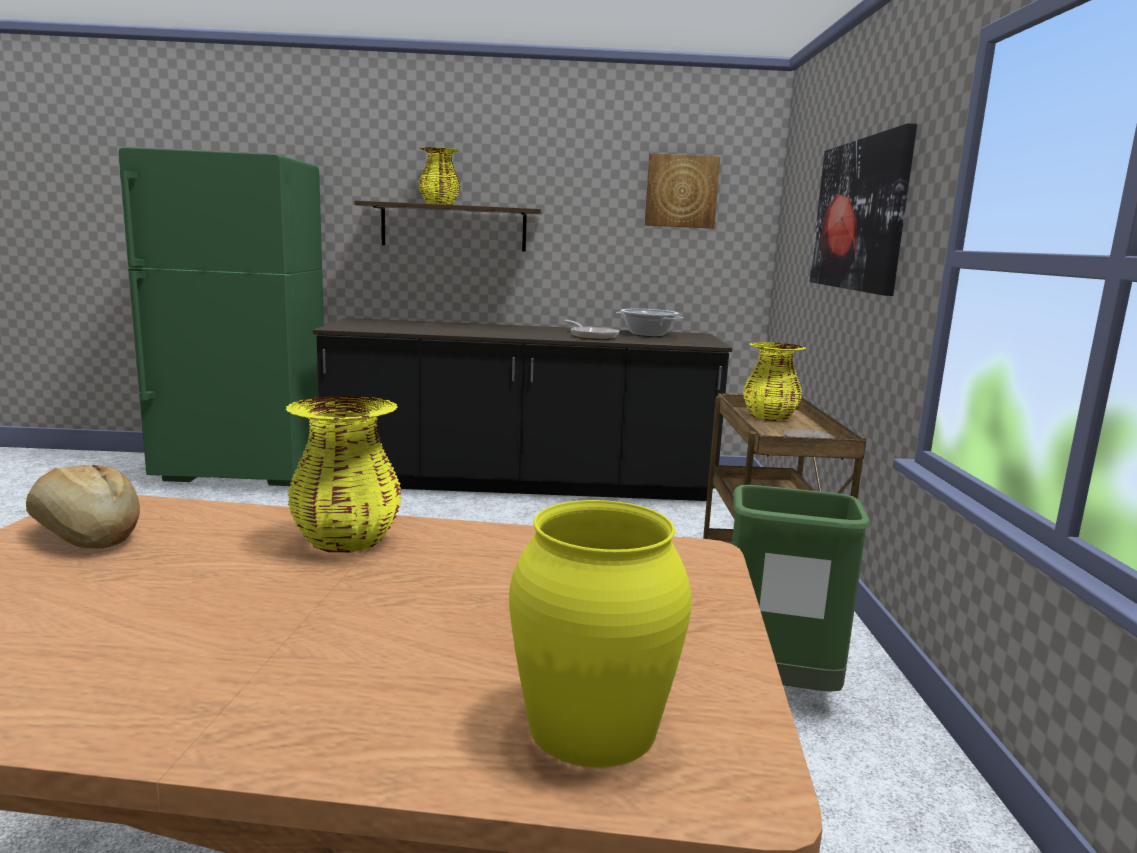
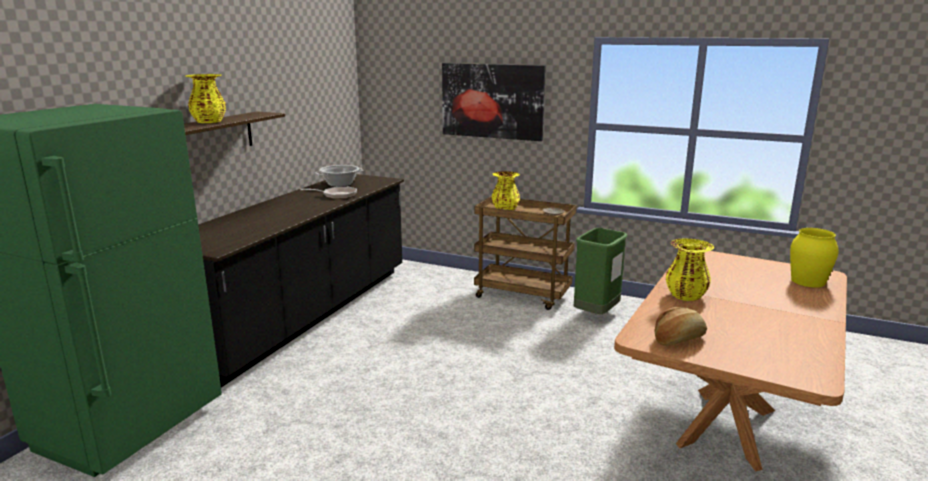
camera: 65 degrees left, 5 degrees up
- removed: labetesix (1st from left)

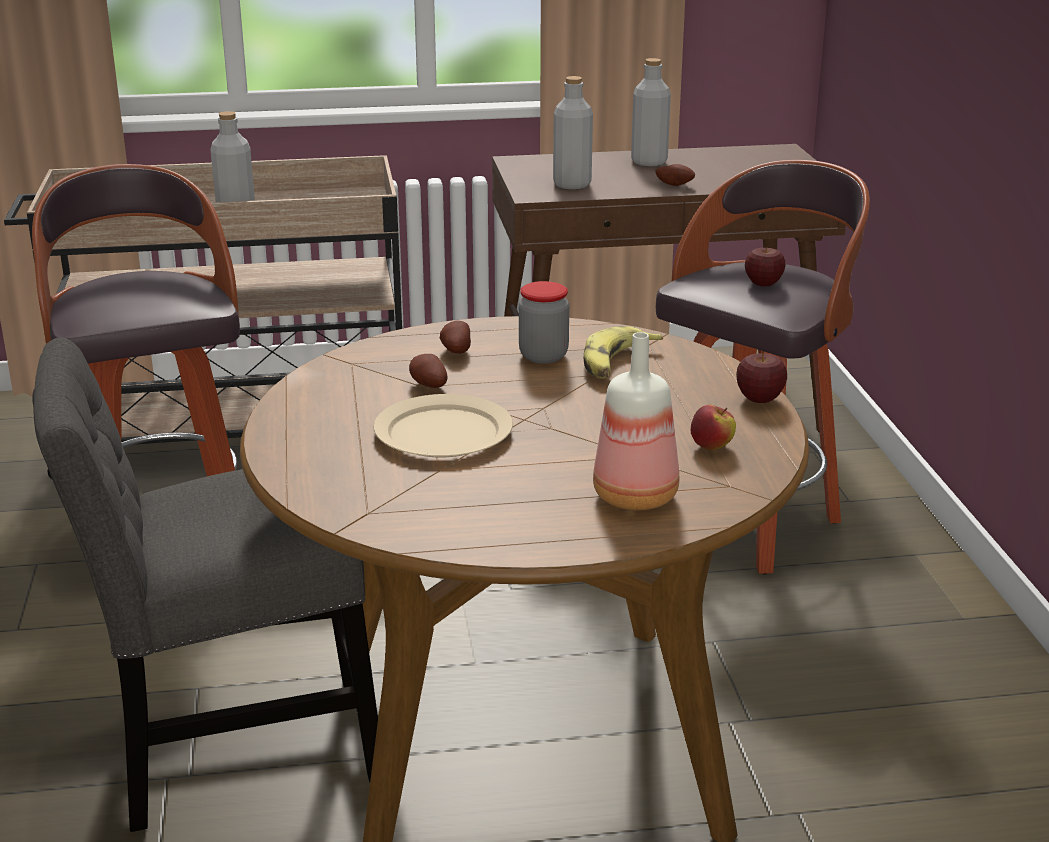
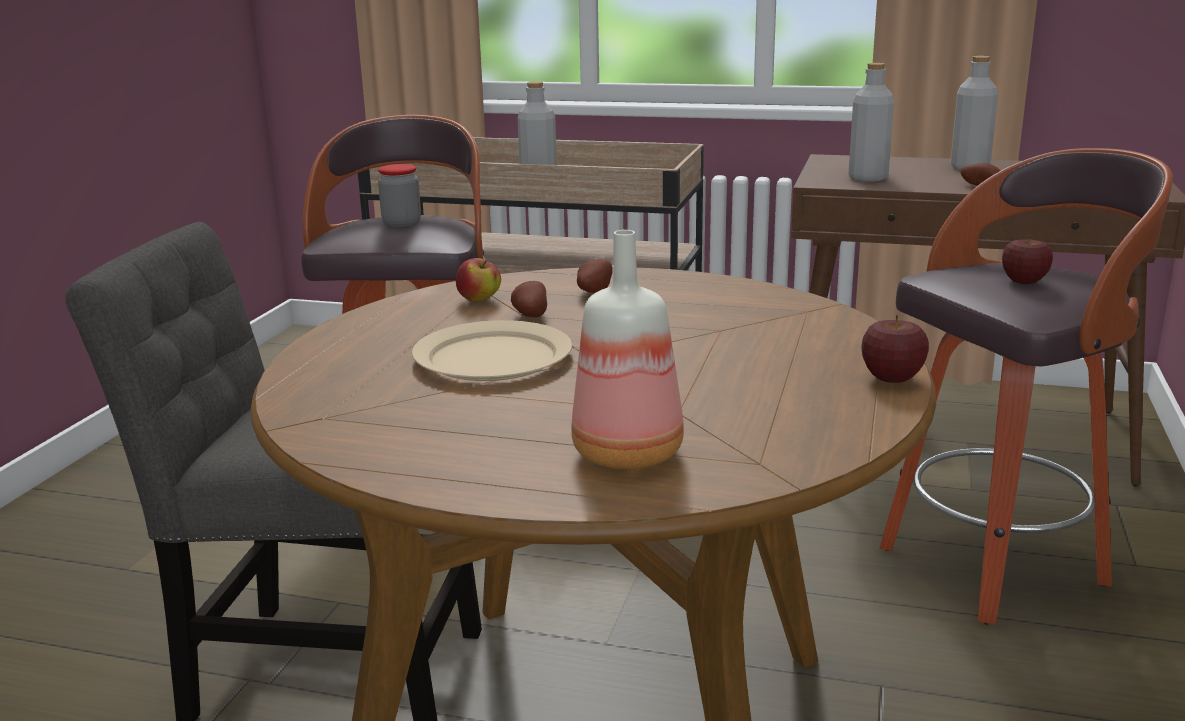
camera: 25 degrees right, 5 degrees down
- moved: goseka
- removed: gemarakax
- moved: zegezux (1st from left)

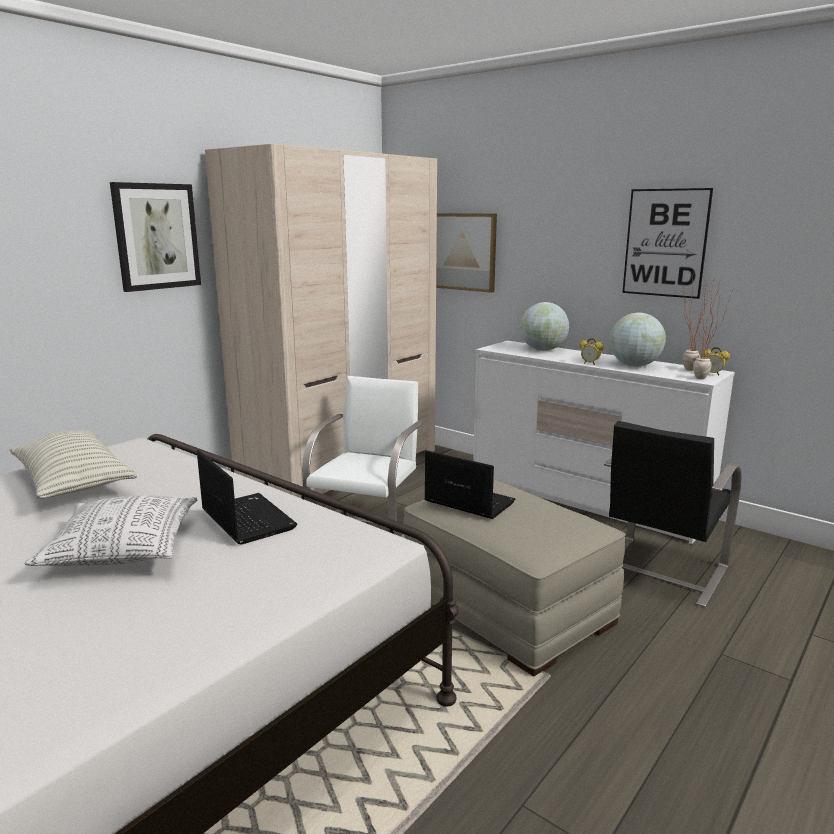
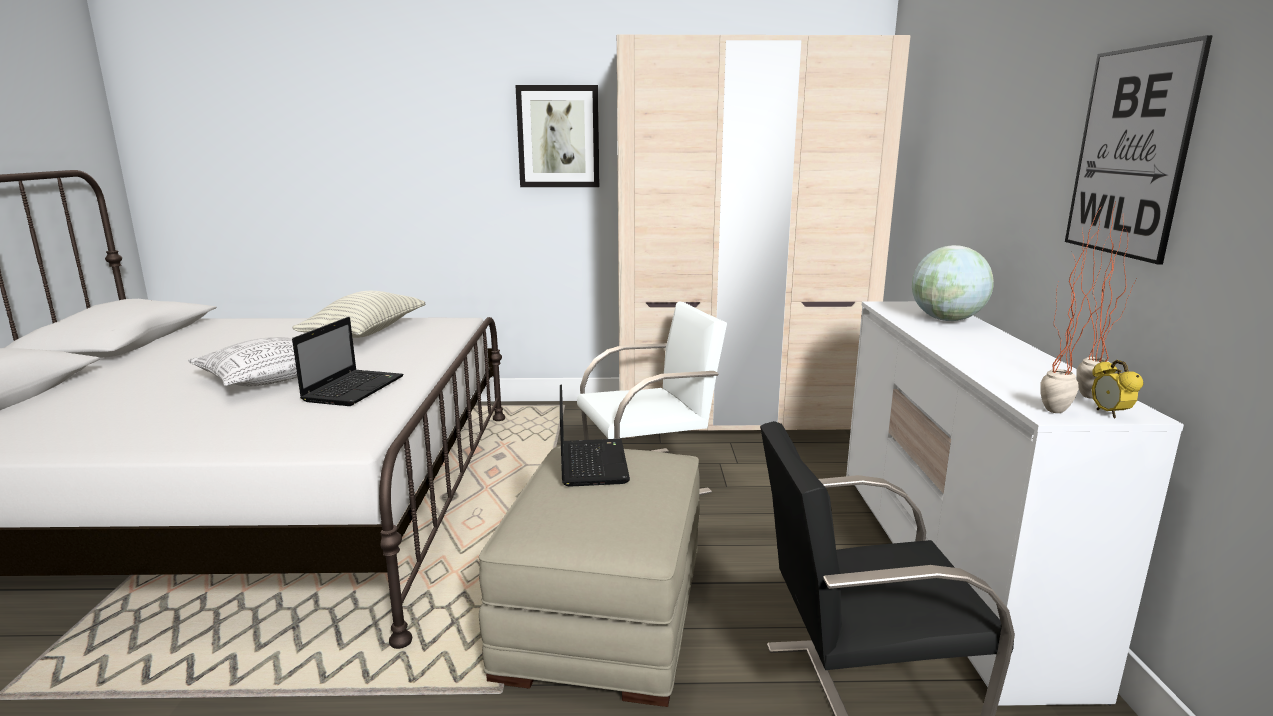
camera: 50 degrees right, 0 degrees up
- removed: labetesix (2nd from left)
- removed: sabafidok (2nd from left)
- removed: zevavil (1st from left)

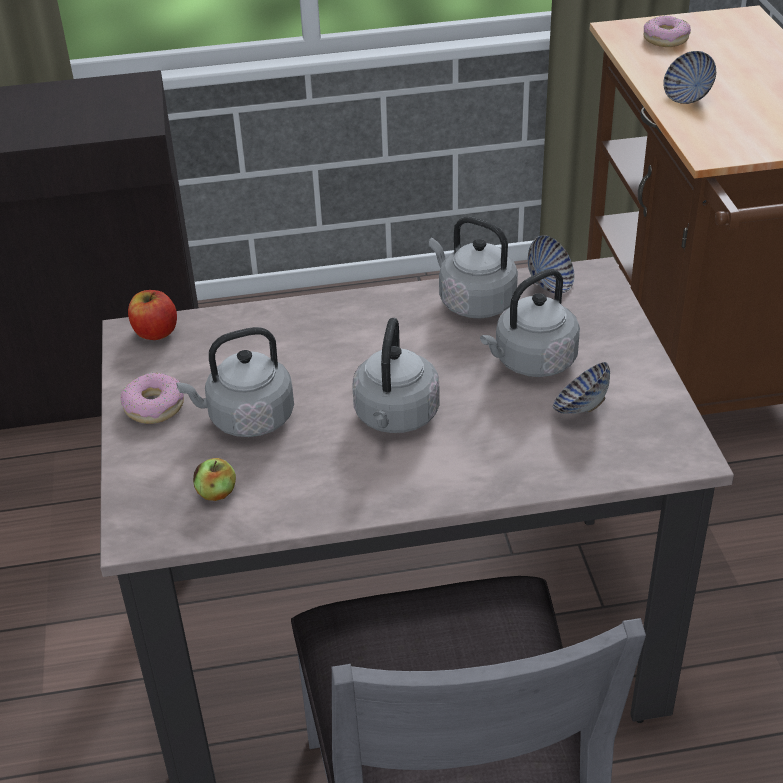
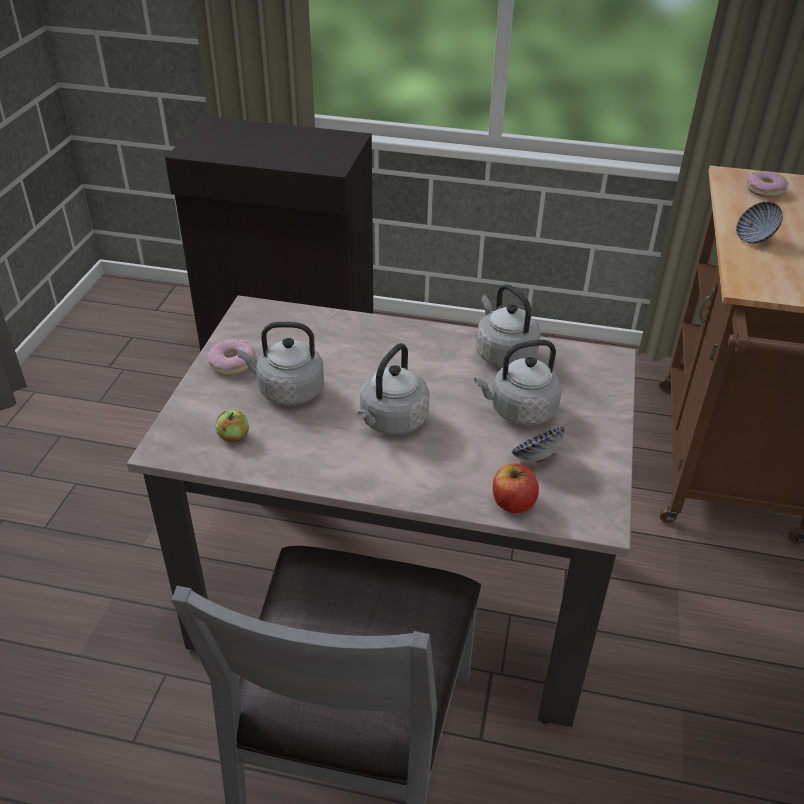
camera: 20 degrees right, 0 degrees up
- removed: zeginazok (1st from left)
- moved: zegezux (1st from left in the first image) to zegezux (2nd from left)

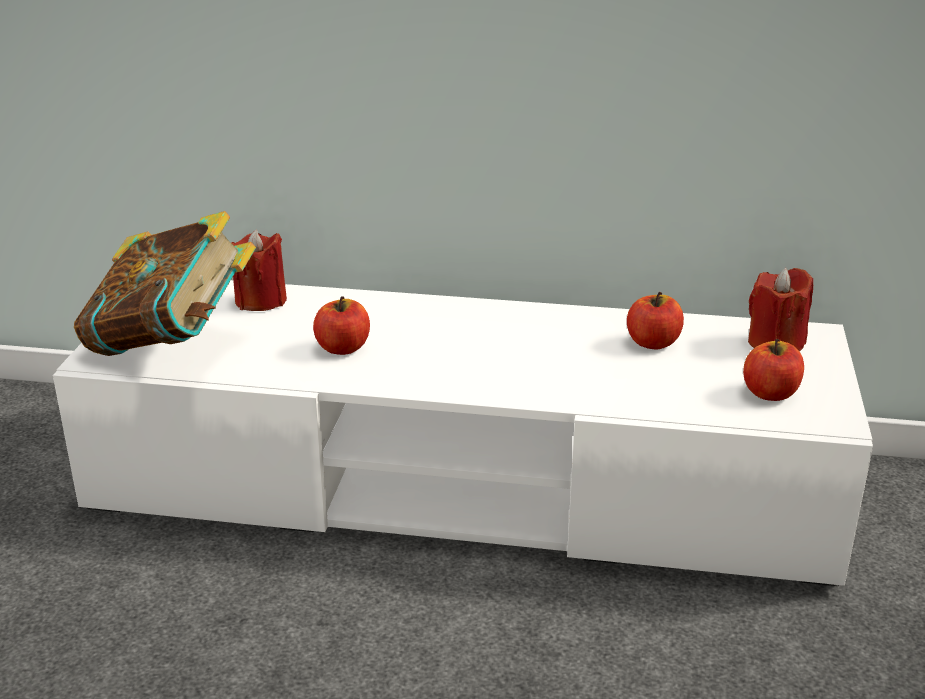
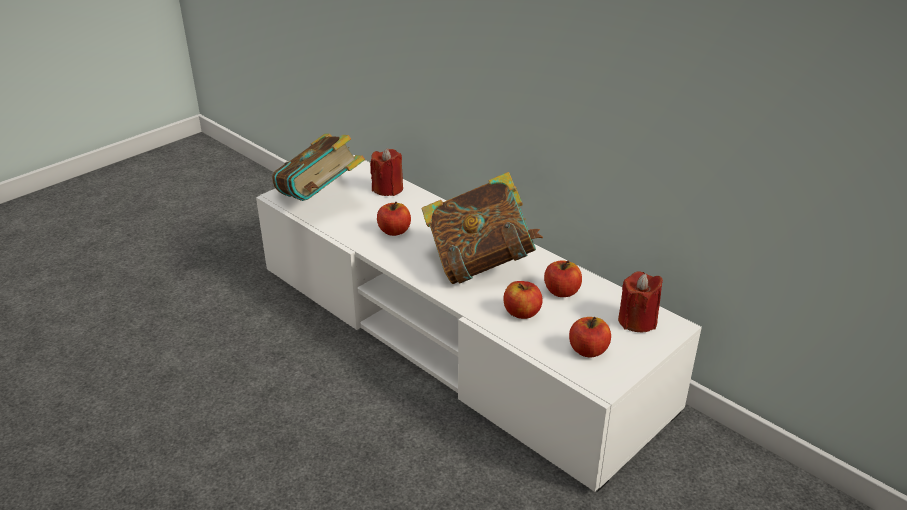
camera: 35 degrees right, 5 degrees up
- added: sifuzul (2nd from left)
- added: zegezux (2nd from left)

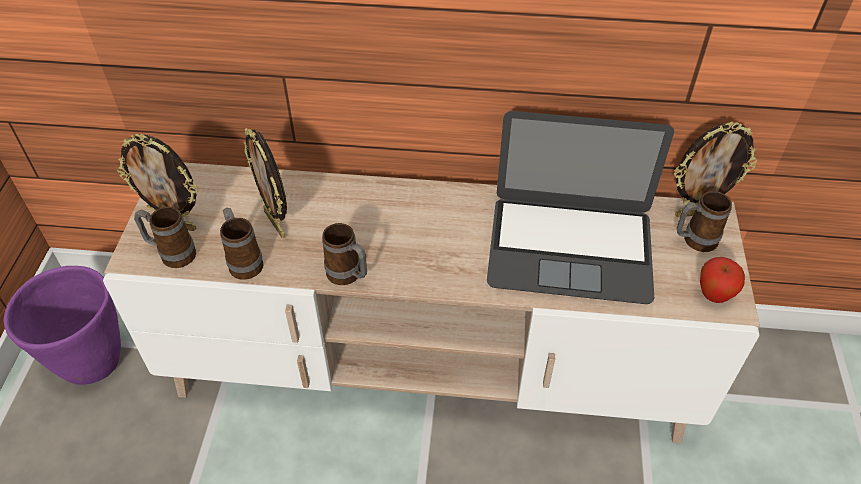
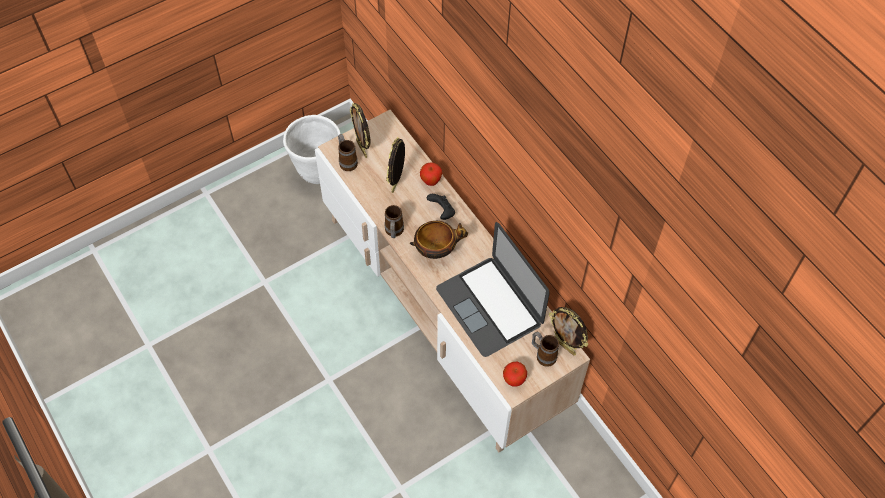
camera: 50 degrees right, 10 degrees up
- removed: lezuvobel (2nd from left)
- recoloured: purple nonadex to white nonadex
- added: zegezux (1st from left)
- added: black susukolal
- added: zeginazok

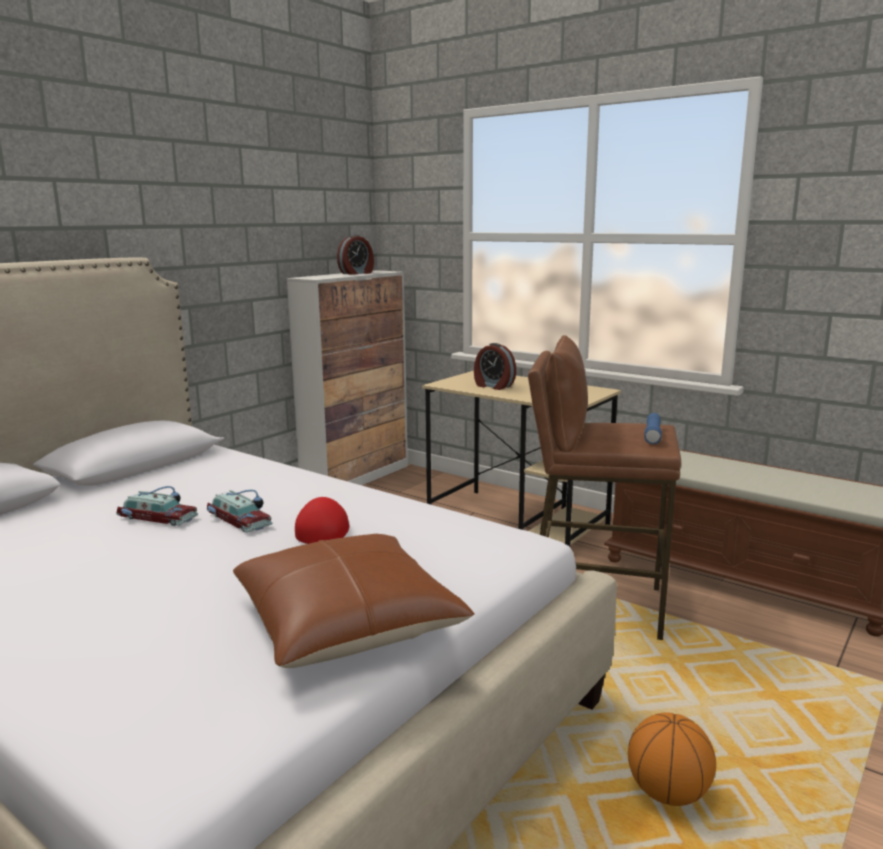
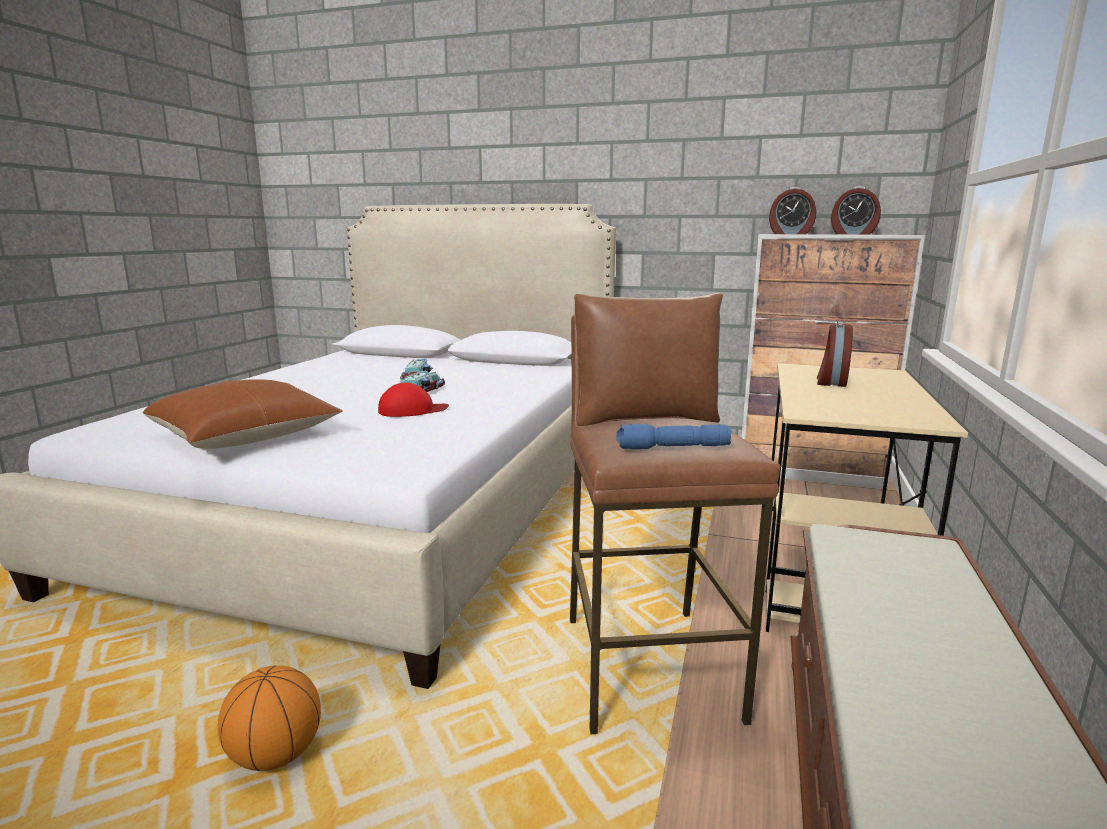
camera: 70 degrees right, 0 degrees up
- added: zevavil (1st from left)

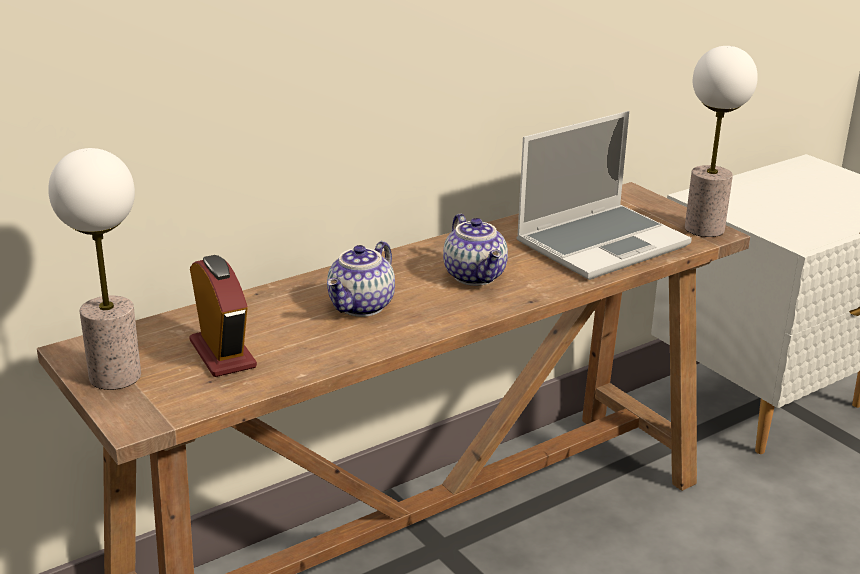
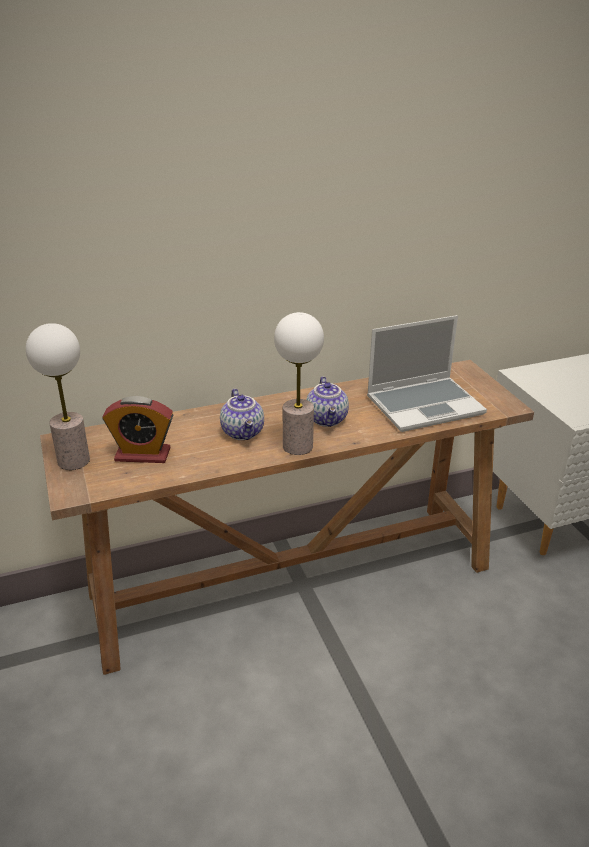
camera: 15 degrees right, 5 degrees up
- moved: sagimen (2nd from left)
- turned: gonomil (1st from left) 60 degrees counterclockwise
- turned: zevavil 105 degrees clockwise

